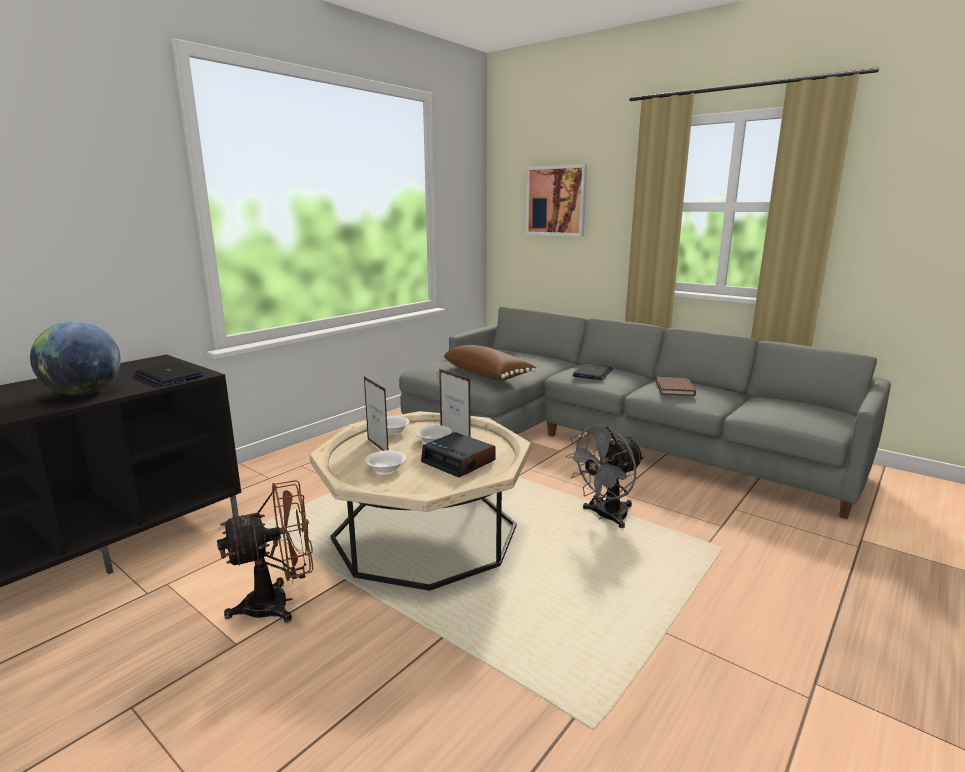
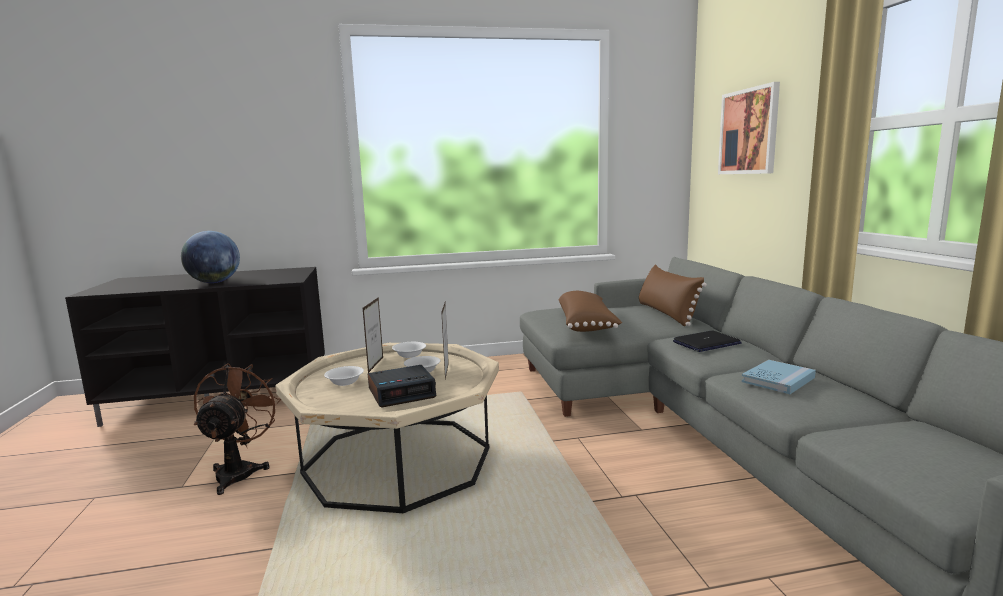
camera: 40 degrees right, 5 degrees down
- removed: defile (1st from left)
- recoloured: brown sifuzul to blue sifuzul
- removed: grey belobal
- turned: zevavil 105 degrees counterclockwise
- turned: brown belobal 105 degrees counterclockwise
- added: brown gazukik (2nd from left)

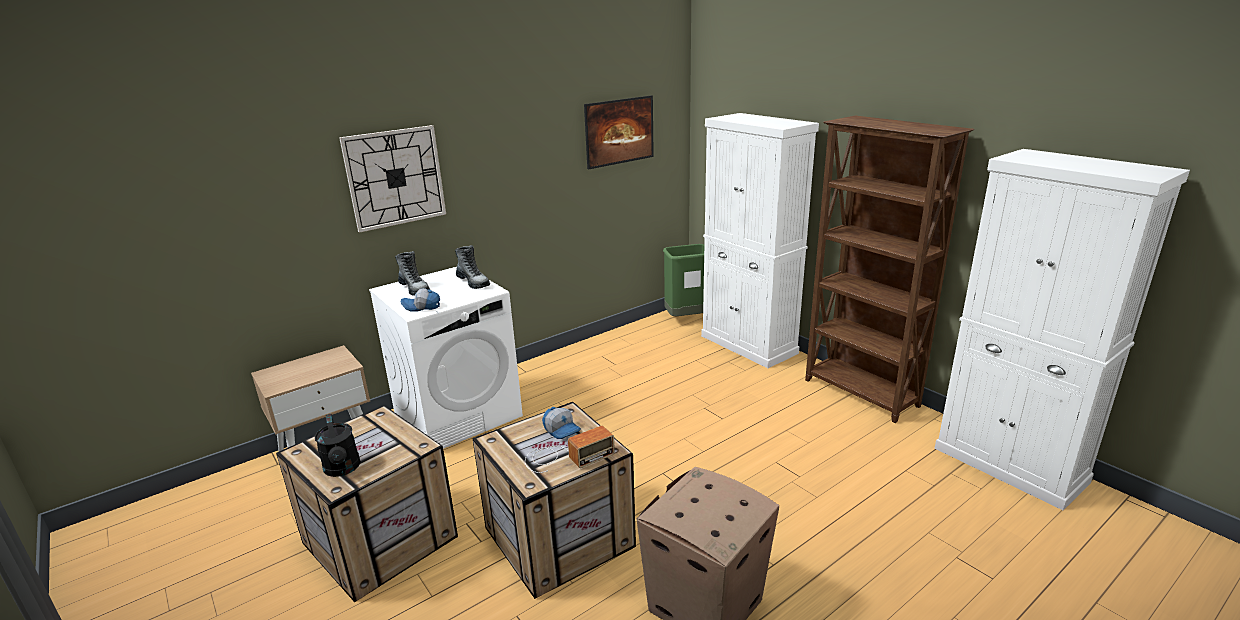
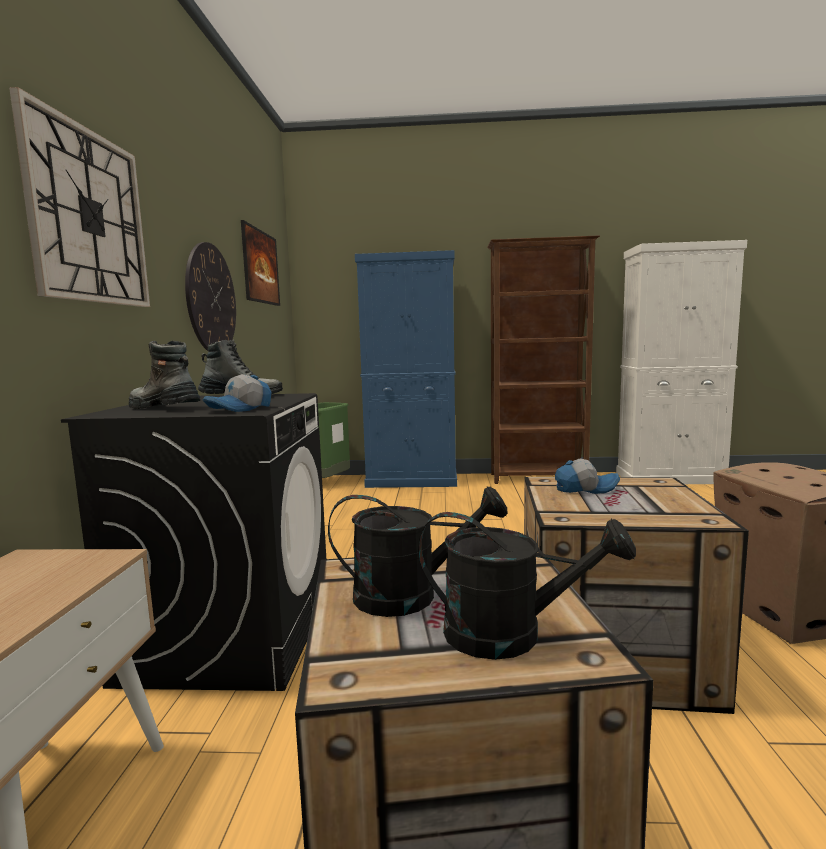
camera: 50 degrees left, 15 degrees down
- recoloured: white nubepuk (1st from left) to blue nubepuk
- turned: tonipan (1st from left) 150 degrees counterclockwise
- recoloured: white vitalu to black vitalu
- removed: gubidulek
- added: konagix (2nd from left)
- added: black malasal (1st from left)

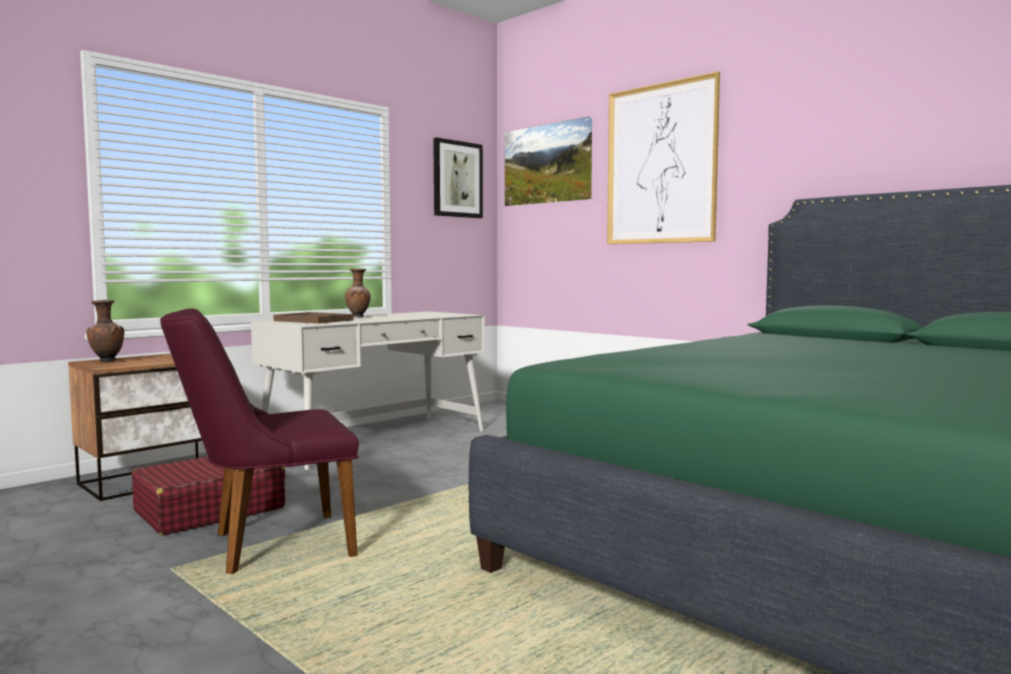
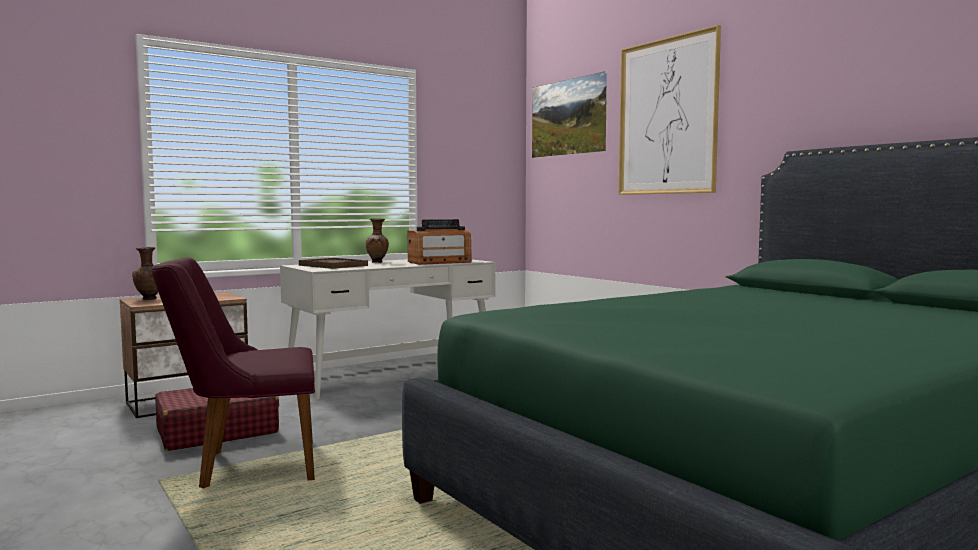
camera: 10 degrees right, 0 degrees up
- removed: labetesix (1st from left)
- added: gubidulek

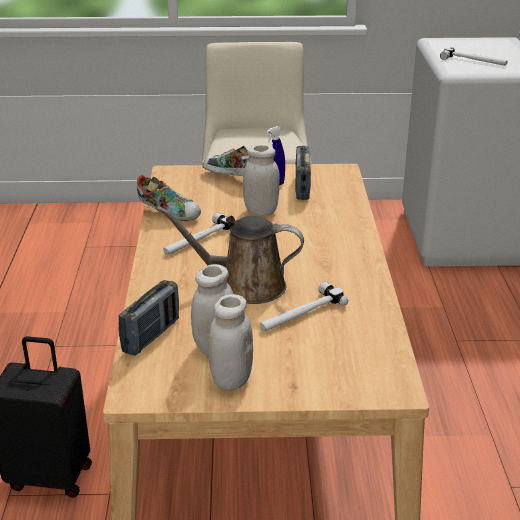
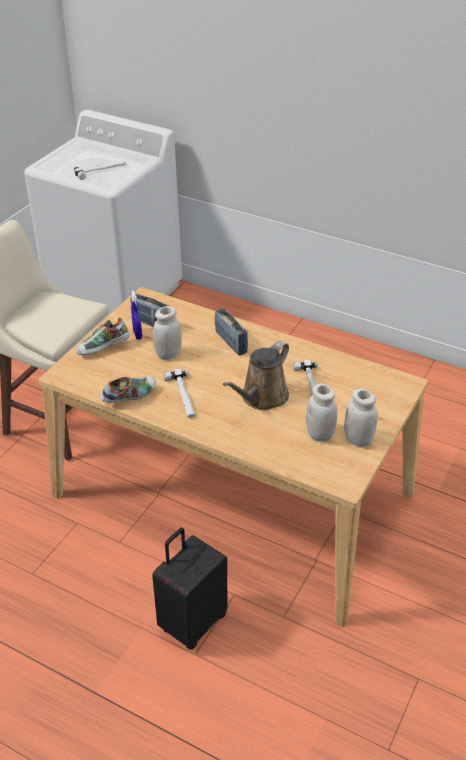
camera: 60 degrees left, 10 degrees up
- moved: gubidulek (1st from left in the first image) to gubidulek (2nd from left)

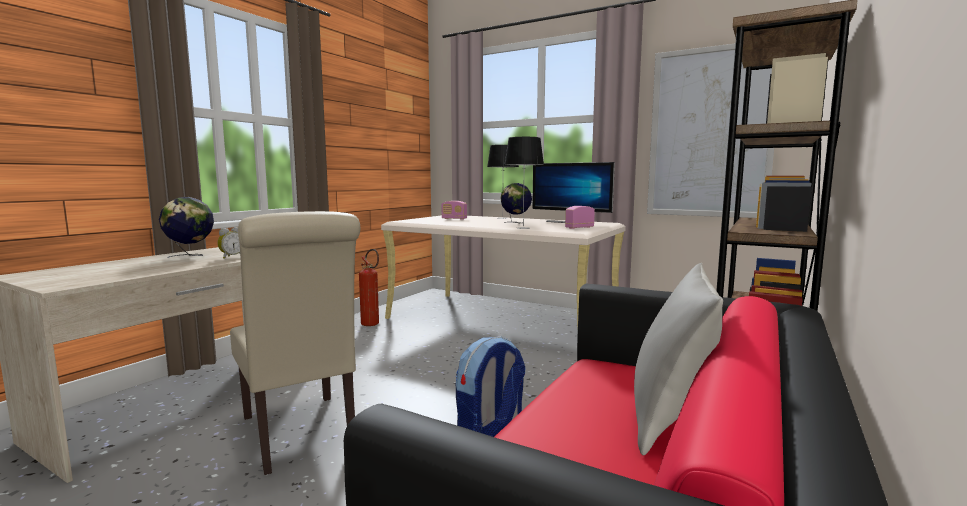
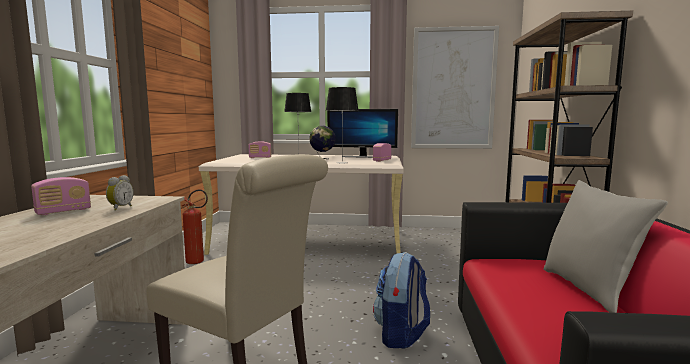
camera: 25 degrees left, 0 degrees up
- replaced: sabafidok (1st from left) to gubidulek (1st from left)

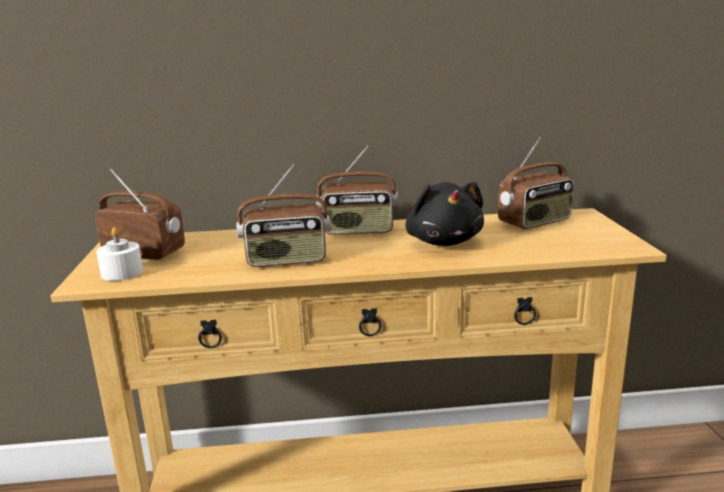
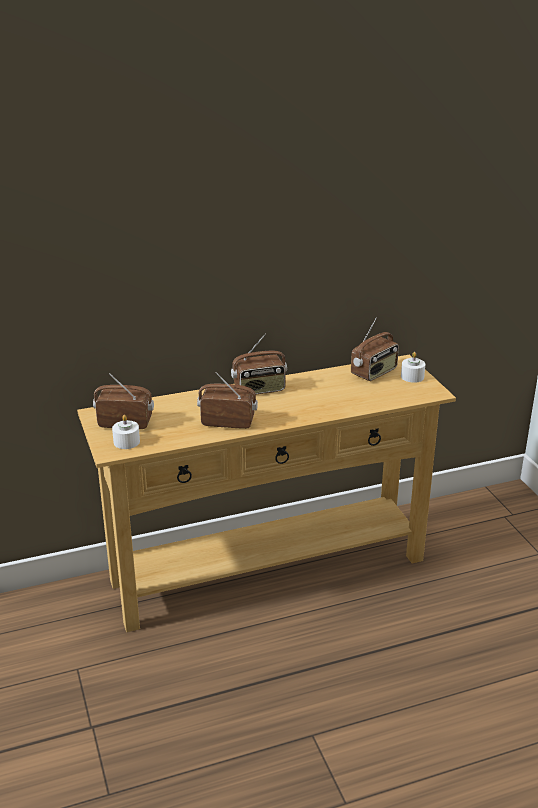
camera: 15 degrees left, 10 degrees up
- turned: gubidulek (2nd from left) 150 degrees counterclockwise
- removed: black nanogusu
- added: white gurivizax (2nd from left)

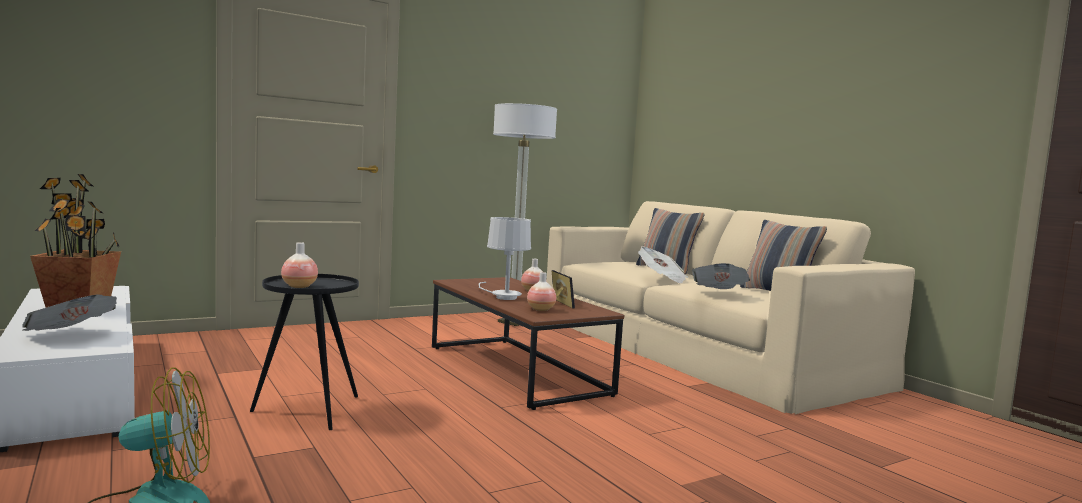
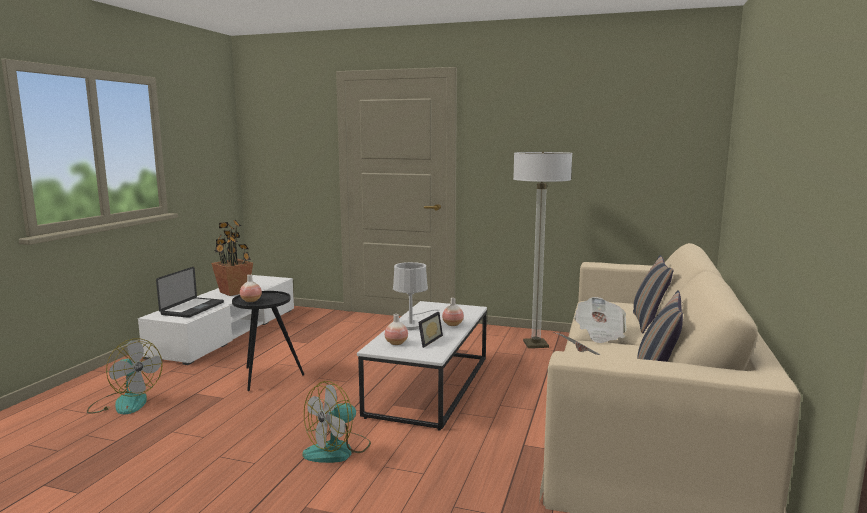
camera: 50 degrees right, 5 degrees up
- recoloured: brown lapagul to white lapagul
- replaced: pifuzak (1st from left) to defile
- added: belobal (2nd from left)

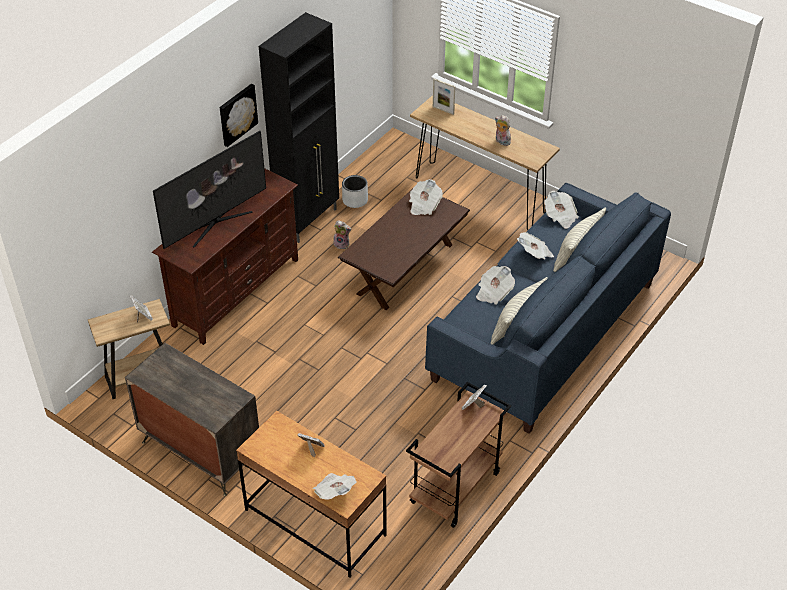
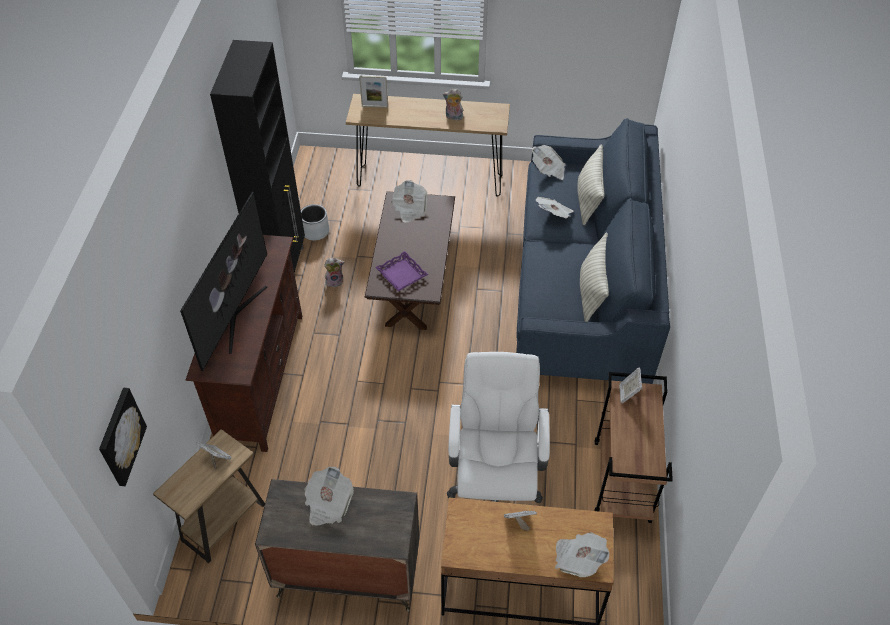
camera: 30 degrees left, 5 degrees up
- moved: labetesix
- moved: pifuzak (3rd from left in the first image) to pifuzak (1st from left)
- added: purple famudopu
- added: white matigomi

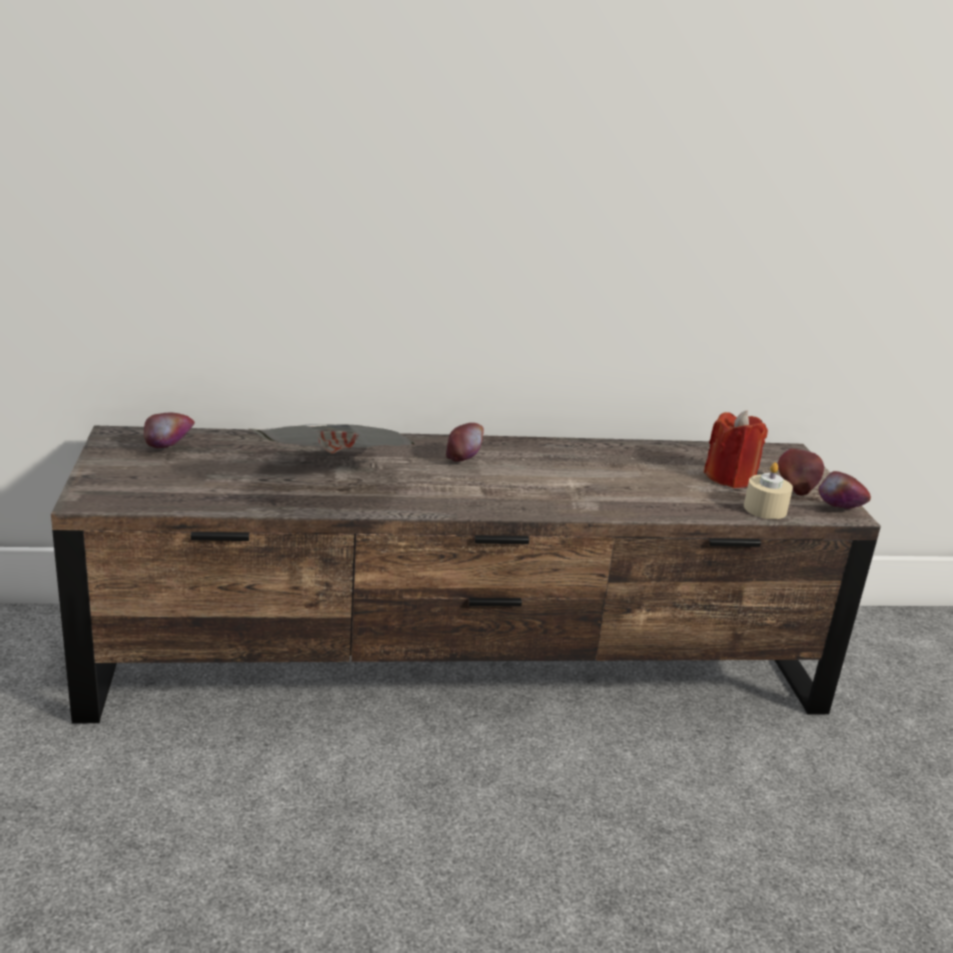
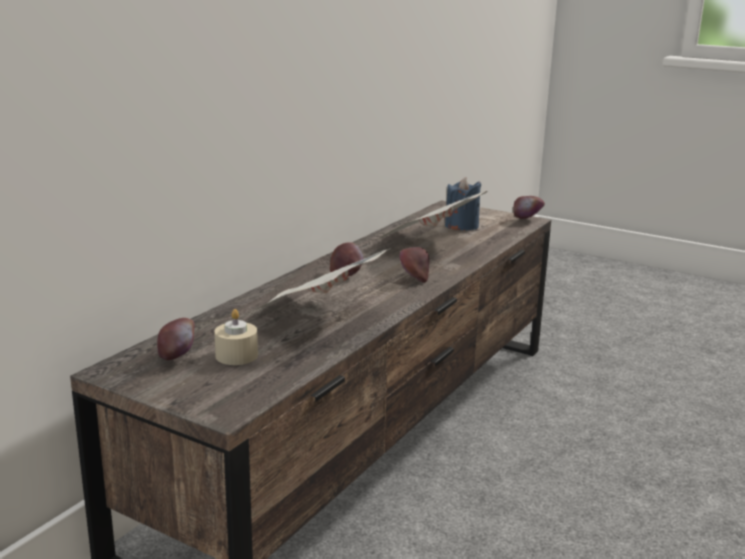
camera: 50 degrees left, 5 degrees down
- recoloured: red gurivizax to blue gurivizax
- moved: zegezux (3rd from left)
- moved: beige gurivizax
- added: pifuzak (2nd from left)

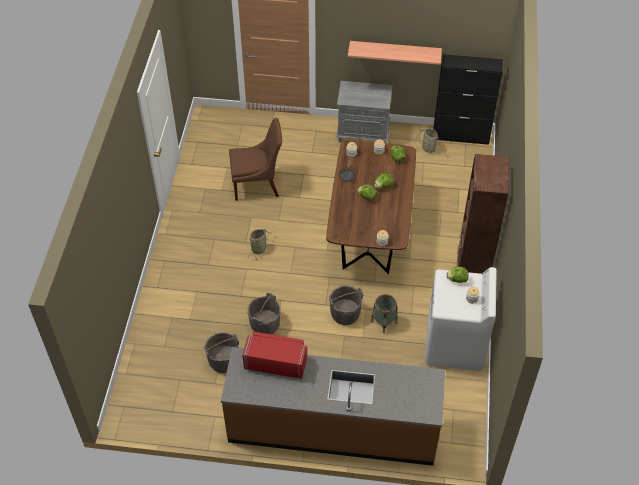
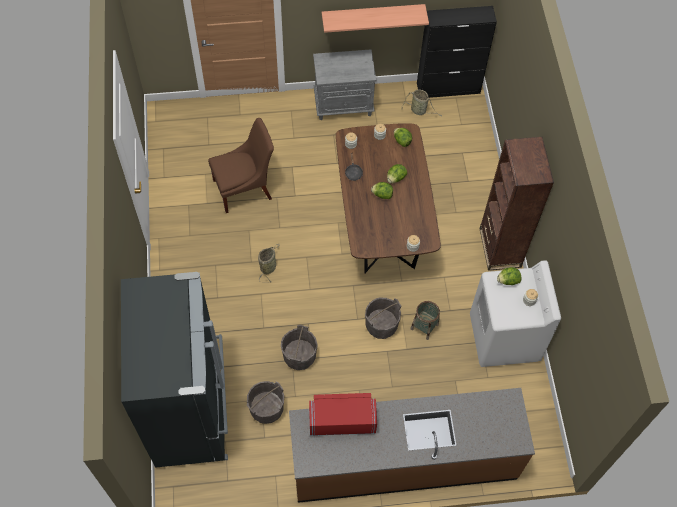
camera: 15 degrees left, 10 degrees up
- added: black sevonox

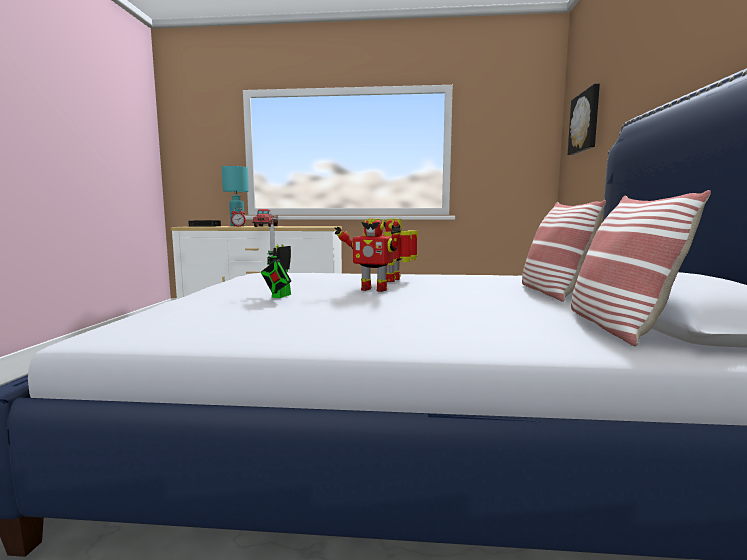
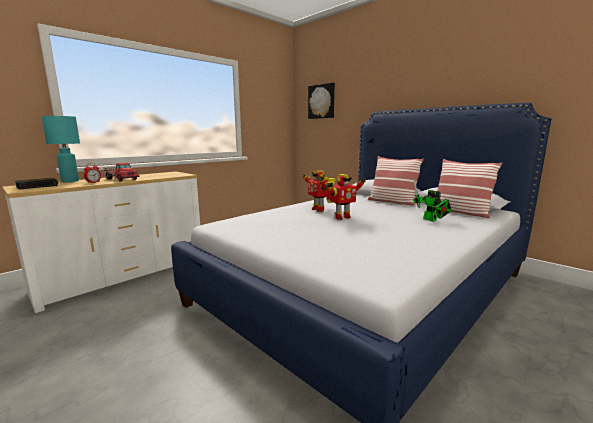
camera: 50 degrees left, 5 degrees up
- moved: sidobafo (1st from left in the first image) to sidobafo (3rd from left)

